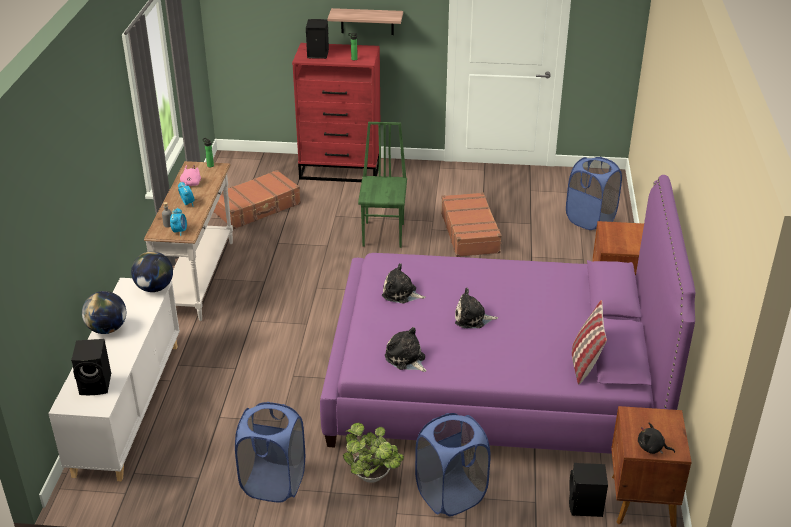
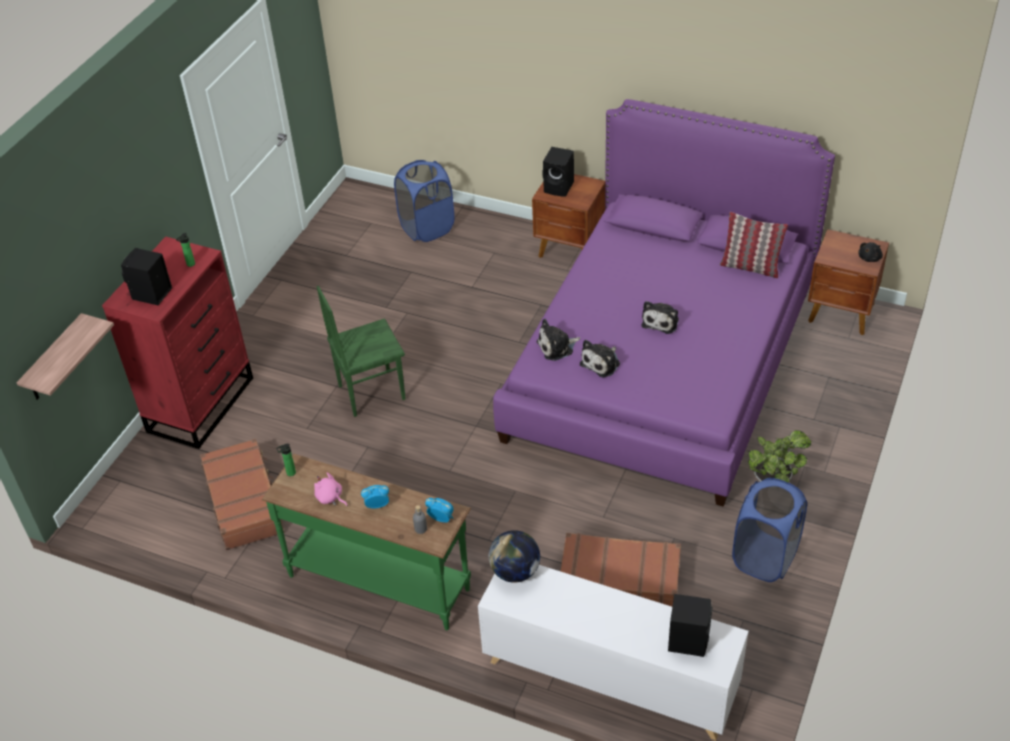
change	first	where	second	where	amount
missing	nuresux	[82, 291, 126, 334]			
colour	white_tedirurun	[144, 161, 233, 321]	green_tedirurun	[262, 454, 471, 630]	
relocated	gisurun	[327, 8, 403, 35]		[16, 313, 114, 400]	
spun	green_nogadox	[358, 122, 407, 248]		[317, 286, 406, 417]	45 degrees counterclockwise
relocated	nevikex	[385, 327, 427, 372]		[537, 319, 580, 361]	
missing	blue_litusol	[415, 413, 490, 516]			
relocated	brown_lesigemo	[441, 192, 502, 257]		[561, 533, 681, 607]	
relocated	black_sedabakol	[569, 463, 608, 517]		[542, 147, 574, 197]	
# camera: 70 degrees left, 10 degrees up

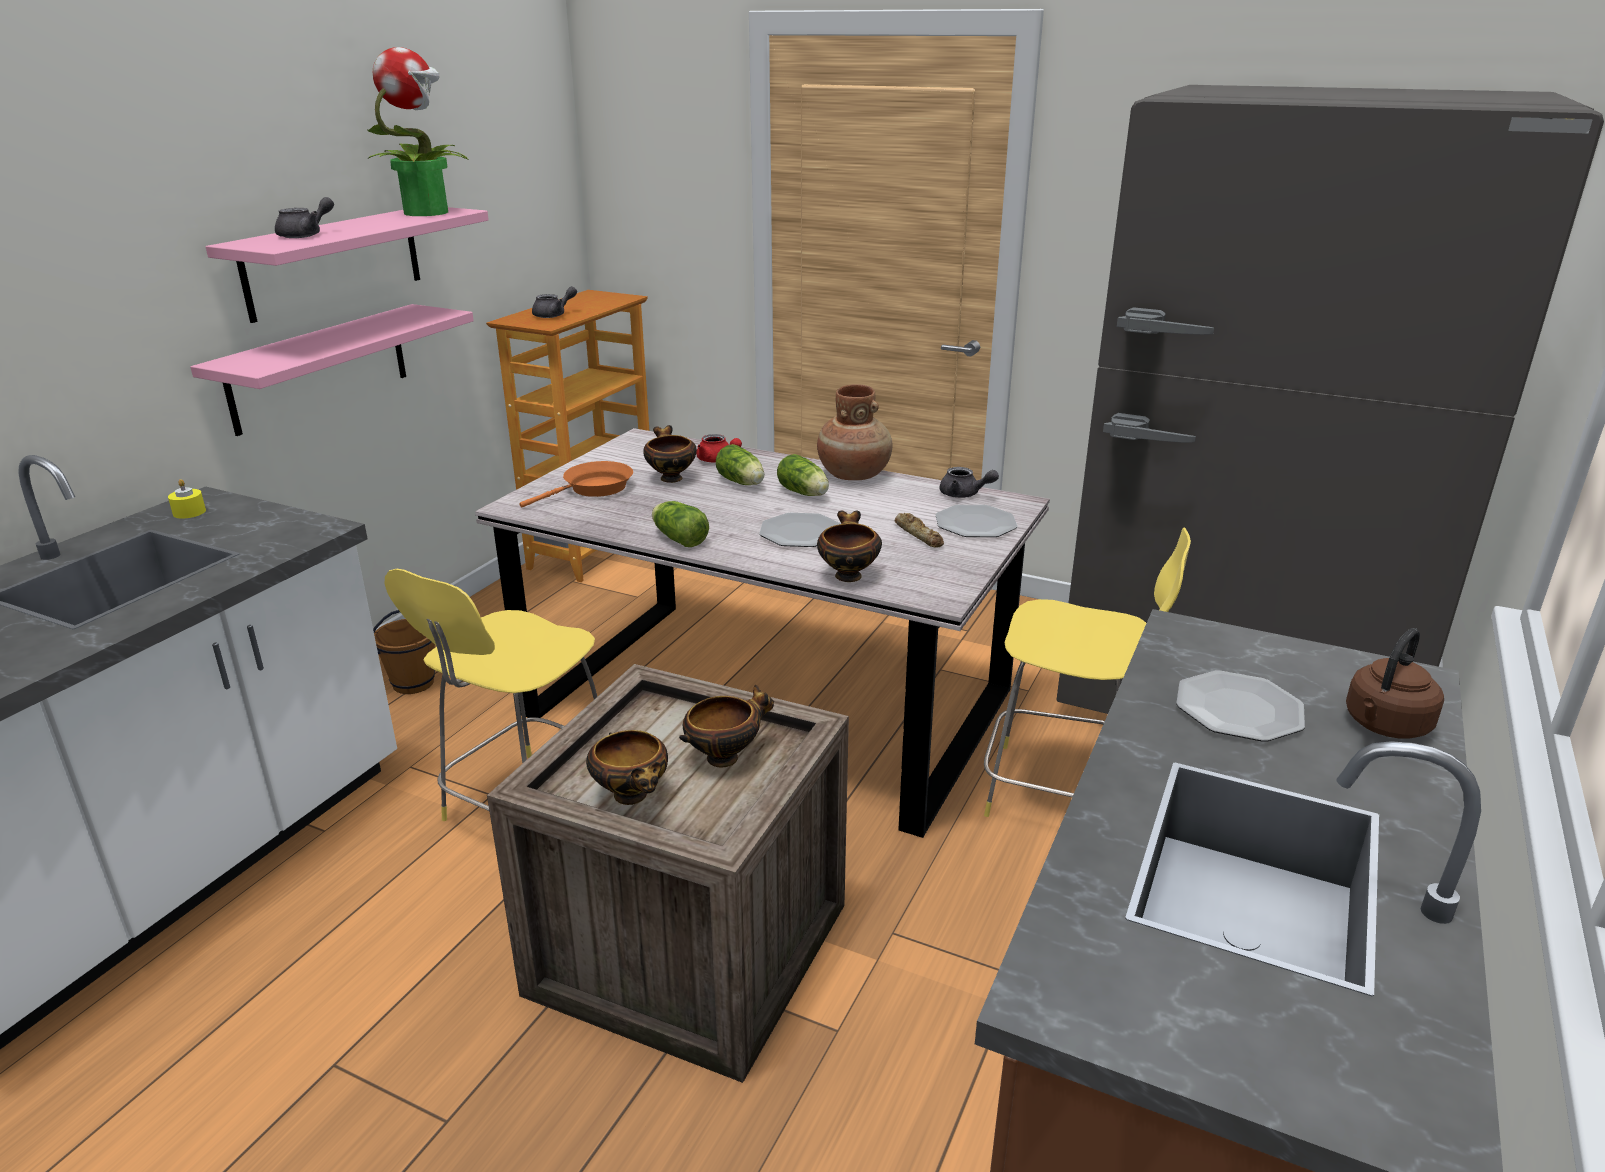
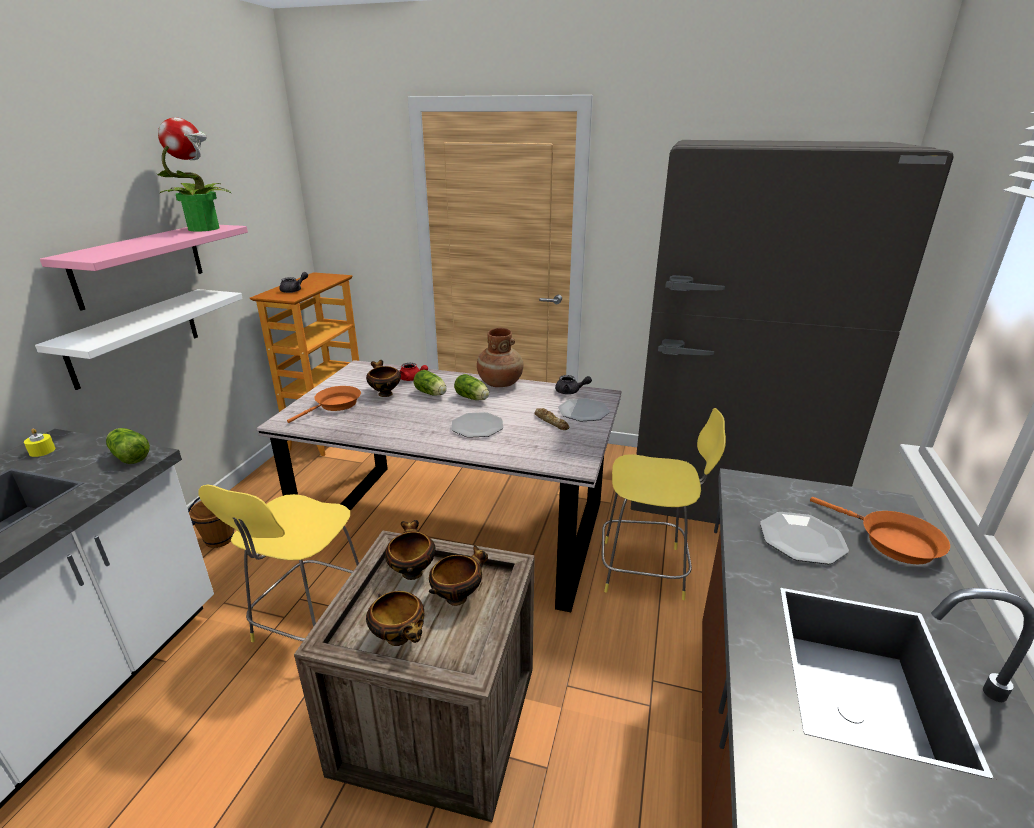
change	first	where	second	where	amount
colour	pink_gisurun	[190, 304, 474, 436]	white_gisurun	[35, 289, 243, 390]	
missing	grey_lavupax	[275, 197, 334, 238]			
relocated	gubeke	[652, 501, 709, 547]		[106, 428, 150, 464]	
relocated	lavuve	[817, 510, 882, 582]		[385, 520, 436, 580]	
exchanged	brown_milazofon	[1346, 628, 1444, 739]	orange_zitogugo	[810, 497, 950, 564]	
# camera: 10 degrees left, 0 degrees up

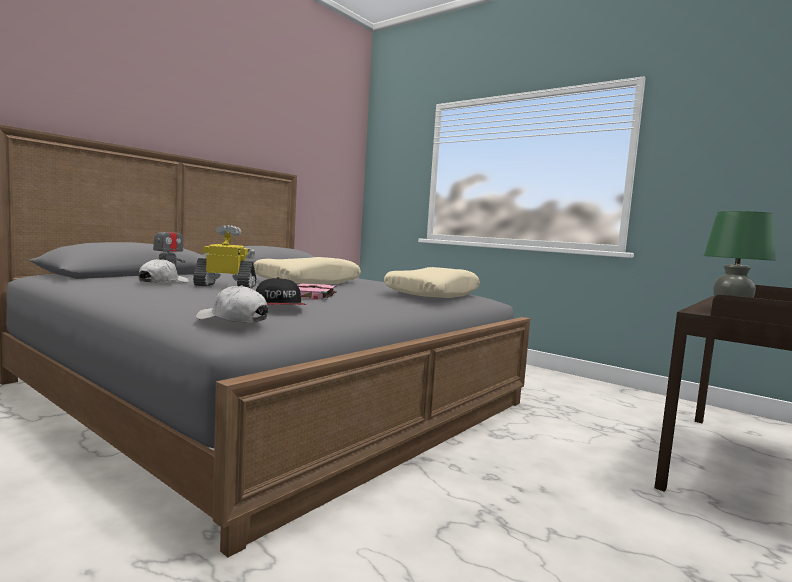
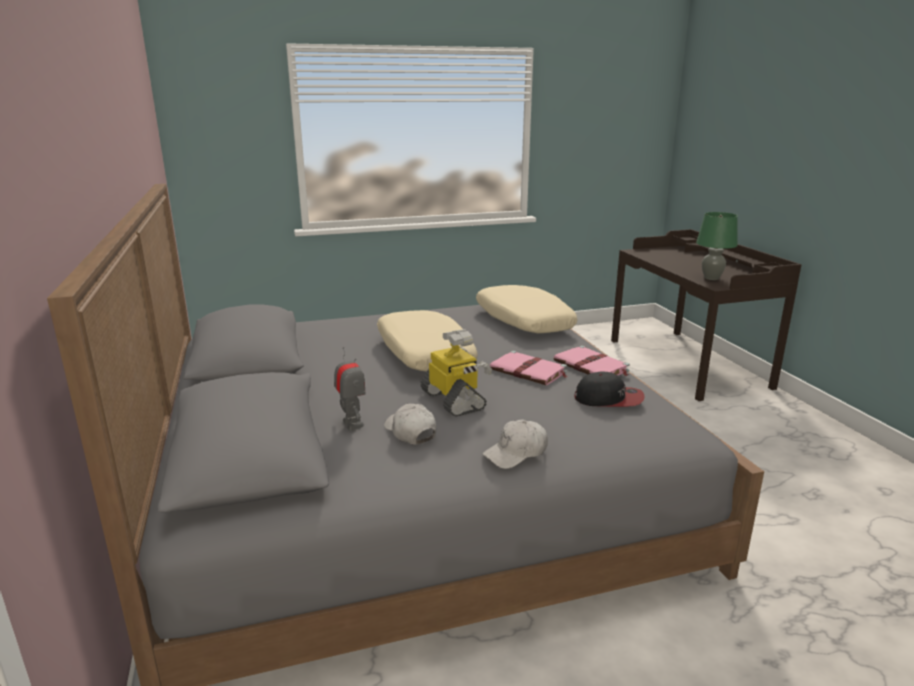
change	first	where	second	where	amount
spun	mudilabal	[193, 225, 256, 288]		[421, 329, 492, 416]	120 degrees clockwise
relocated	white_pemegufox	[196, 285, 268, 323]		[483, 419, 548, 469]	
appeared			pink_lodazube	[554, 345, 630, 376]	
# camera: 55 degrees left, 15 degrees up

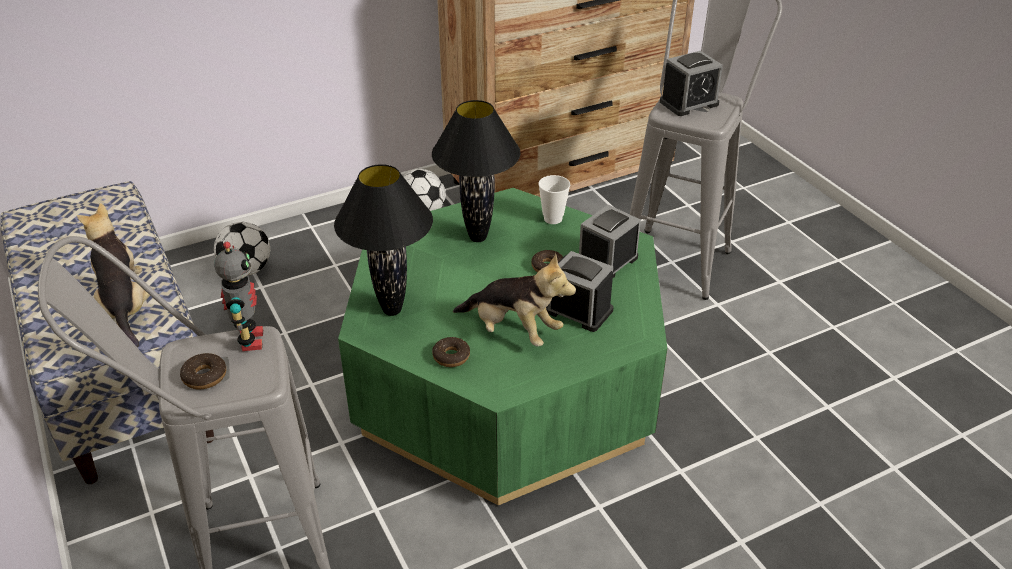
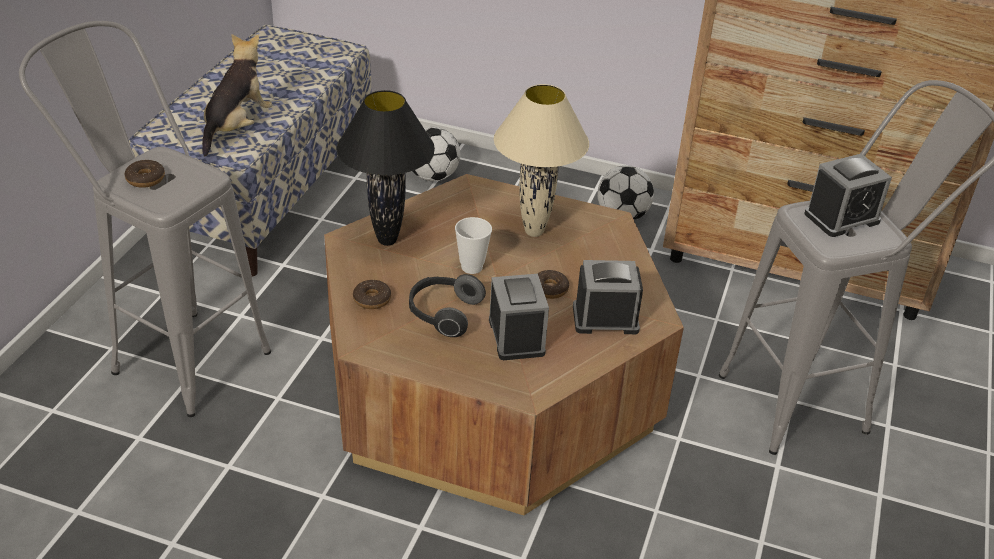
change	first	where	second	where	amount
missing	mudilabal	[214, 242, 263, 351]			
colour	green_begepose	[338, 188, 667, 505]	brown_begepose	[324, 174, 684, 515]	
colour	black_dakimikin	[432, 100, 521, 242]	beige_dakimikin	[494, 84, 589, 237]	
exchanged	nevikex	[453, 253, 576, 347]	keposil	[409, 274, 486, 337]	
relocated	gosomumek	[538, 175, 570, 224]		[455, 217, 492, 274]	
spun	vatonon	[660, 51, 723, 116]		[804, 154, 892, 237]	45 degrees counterclockwise
# camera: 45 degrees right, 0 degrees up

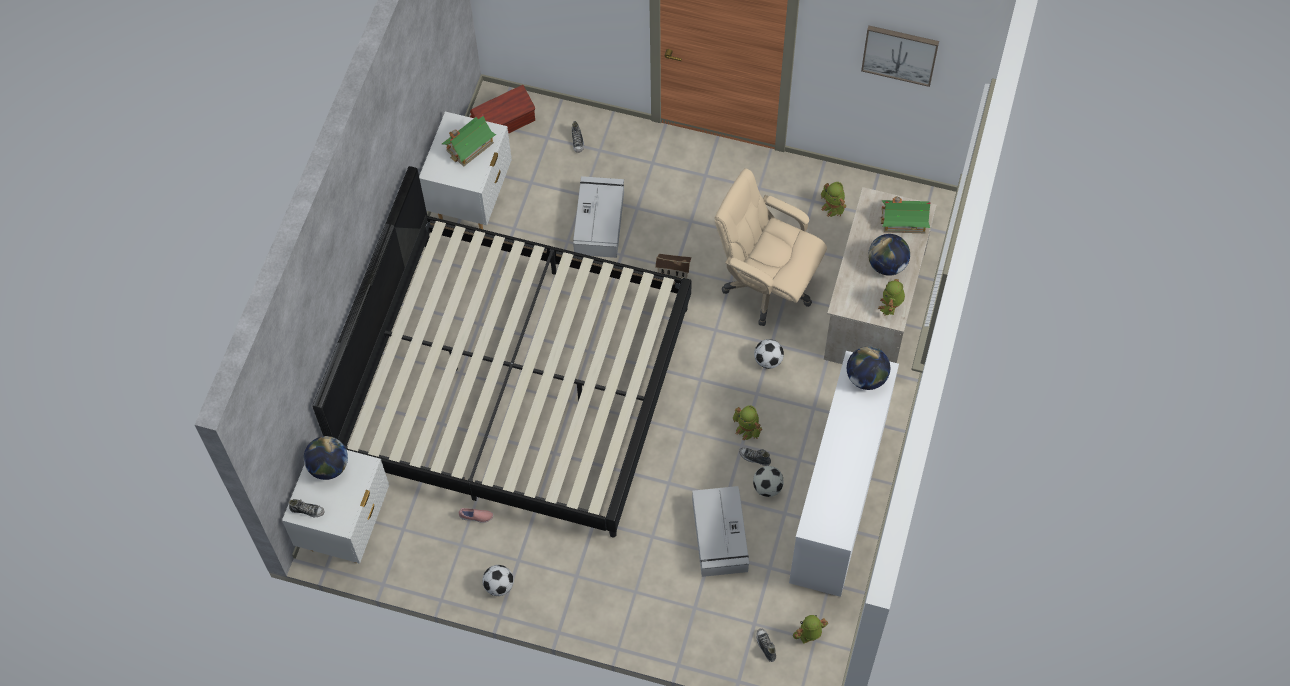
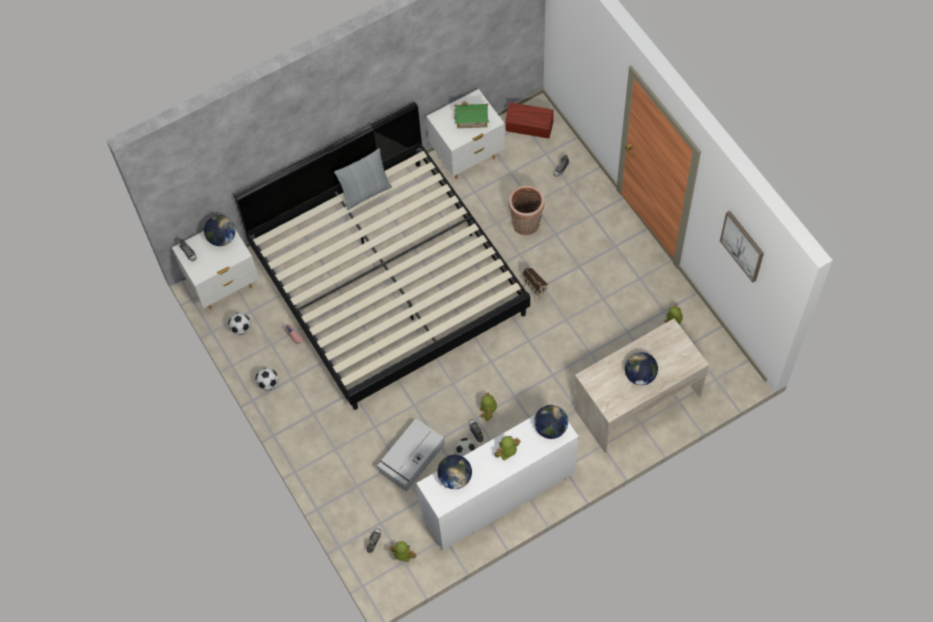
change	first	where	second	where	amount
exchanged	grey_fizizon	[573, 176, 624, 258]	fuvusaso	[509, 185, 545, 235]	
missing	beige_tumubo	[715, 168, 827, 326]			
relocated	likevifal	[754, 339, 784, 369]		[228, 313, 251, 335]	
relocated	mudilabal	[878, 279, 905, 316]		[494, 436, 521, 460]	
missing	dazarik	[881, 196, 931, 233]			
appeared			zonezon	[334, 148, 392, 210]	
appeared			nuresux	[437, 455, 472, 489]	
# camera: 45 degrees right, 0 degrees up

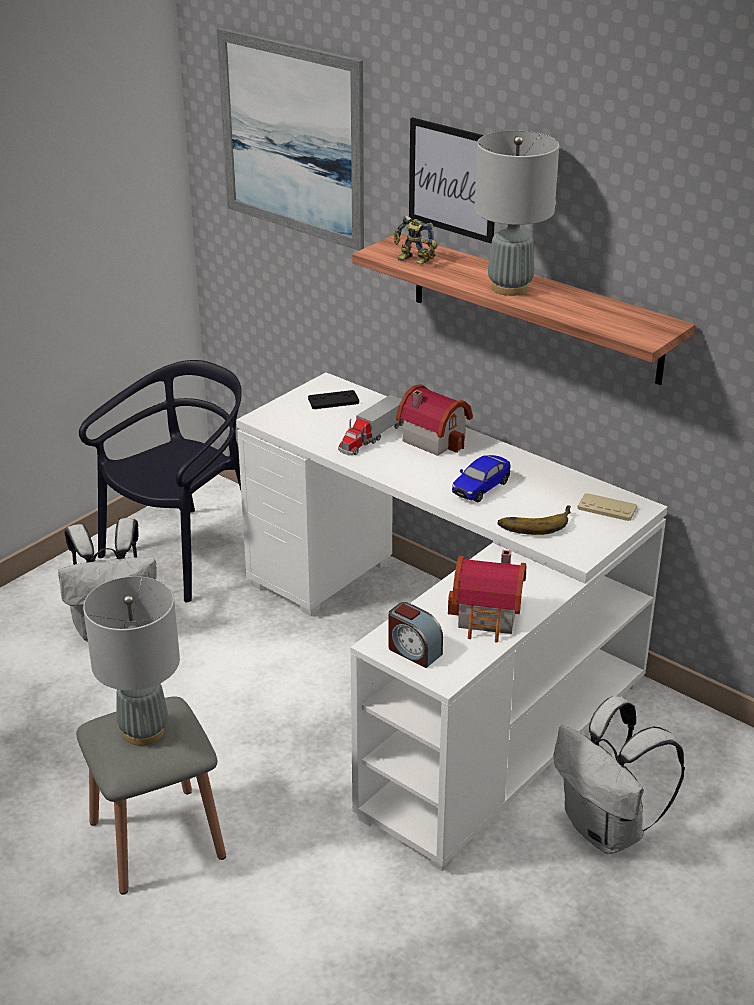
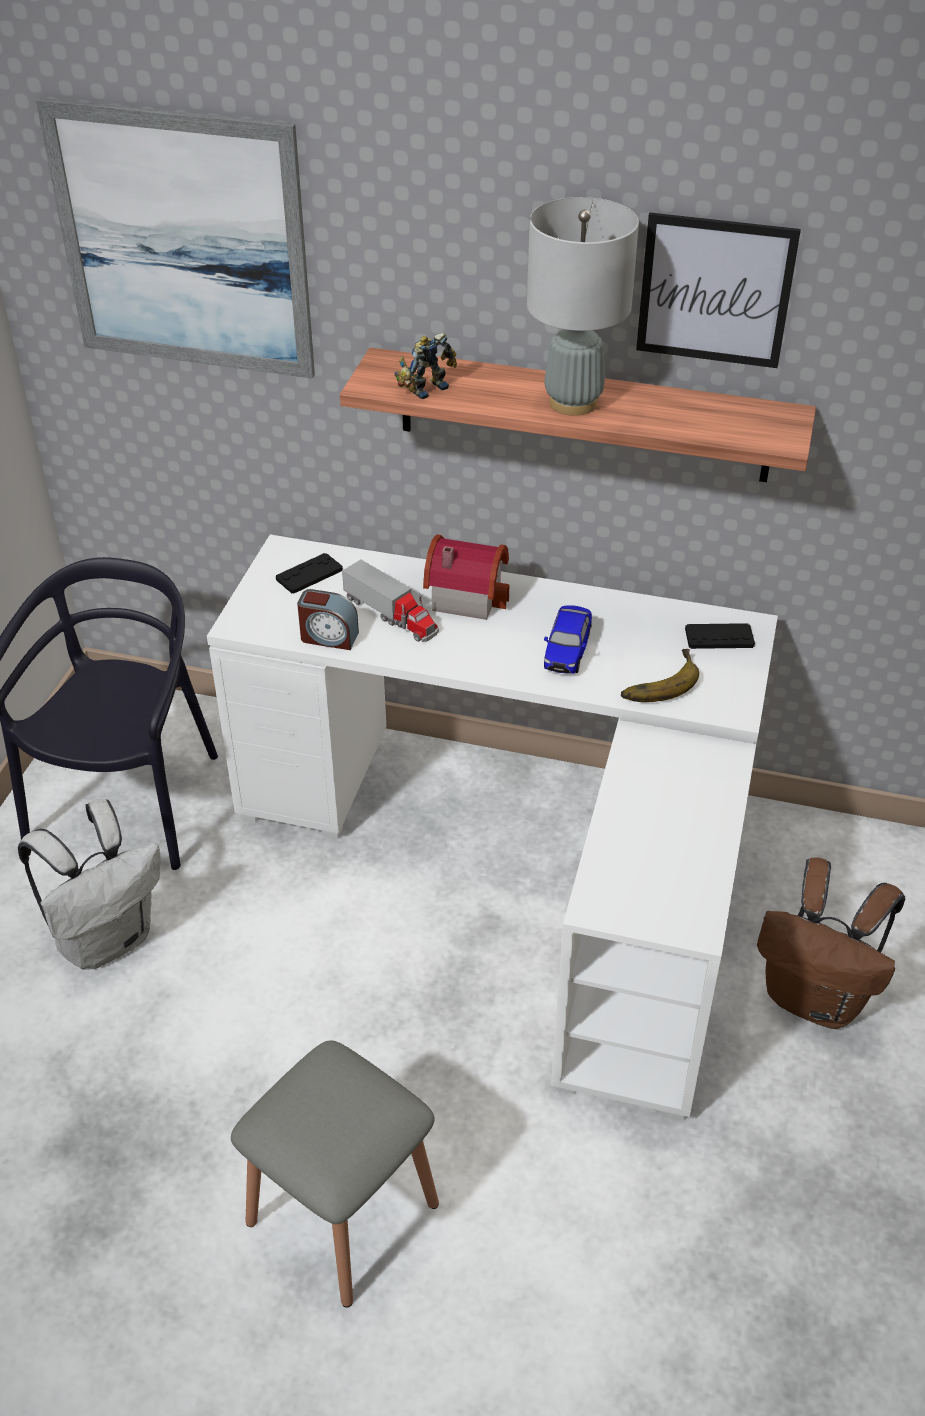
change	first	where	second	where	amount
missing	grey_dakimikin	[83, 576, 180, 746]			
spun	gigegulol	[338, 395, 404, 455]		[342, 560, 439, 642]	60 degrees counterclockwise
relocated	vatonon	[388, 602, 443, 668]		[297, 589, 359, 650]	
spun	mudilabal	[394, 215, 438, 265]		[394, 333, 457, 399]	135 degrees clockwise
relocated	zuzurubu	[409, 117, 495, 244]		[636, 212, 801, 368]	
missing	dazarik	[448, 550, 526, 643]			
colour	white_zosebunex	[554, 696, 685, 854]	brown_zosebunex	[757, 857, 905, 1029]	
colour	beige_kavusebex	[577, 493, 637, 521]	black_kavusebex	[685, 623, 755, 649]	
# camera: 25 degrees left, 10 degrees up

